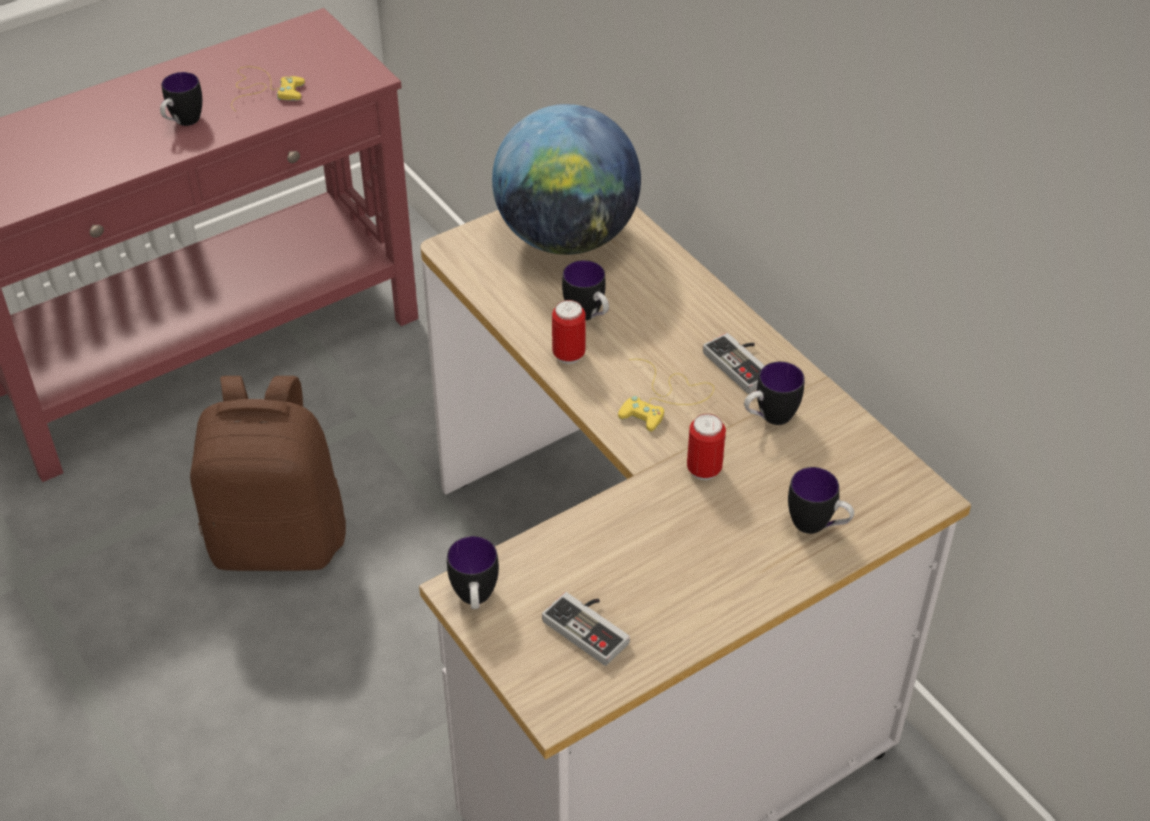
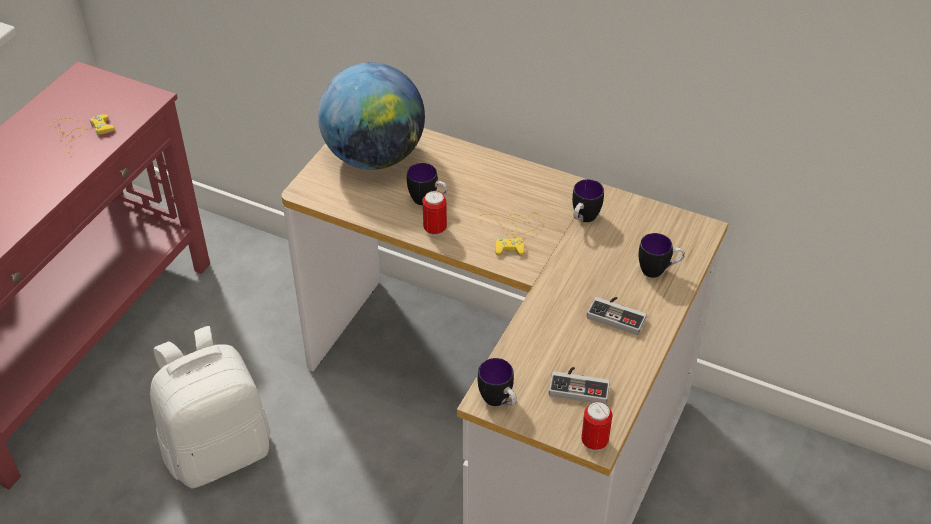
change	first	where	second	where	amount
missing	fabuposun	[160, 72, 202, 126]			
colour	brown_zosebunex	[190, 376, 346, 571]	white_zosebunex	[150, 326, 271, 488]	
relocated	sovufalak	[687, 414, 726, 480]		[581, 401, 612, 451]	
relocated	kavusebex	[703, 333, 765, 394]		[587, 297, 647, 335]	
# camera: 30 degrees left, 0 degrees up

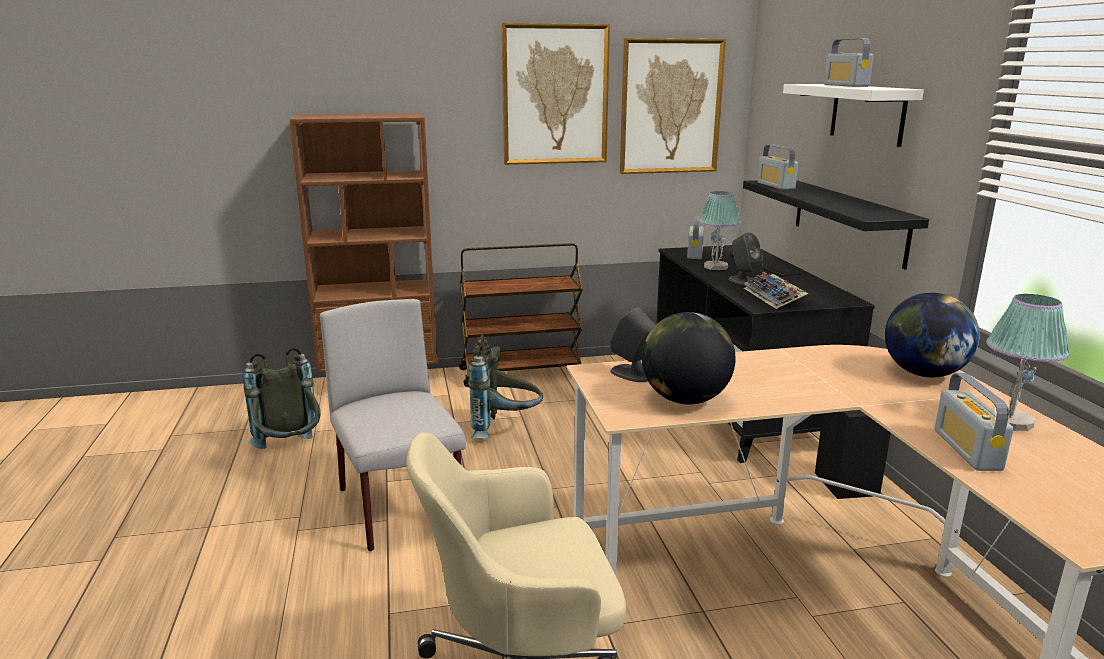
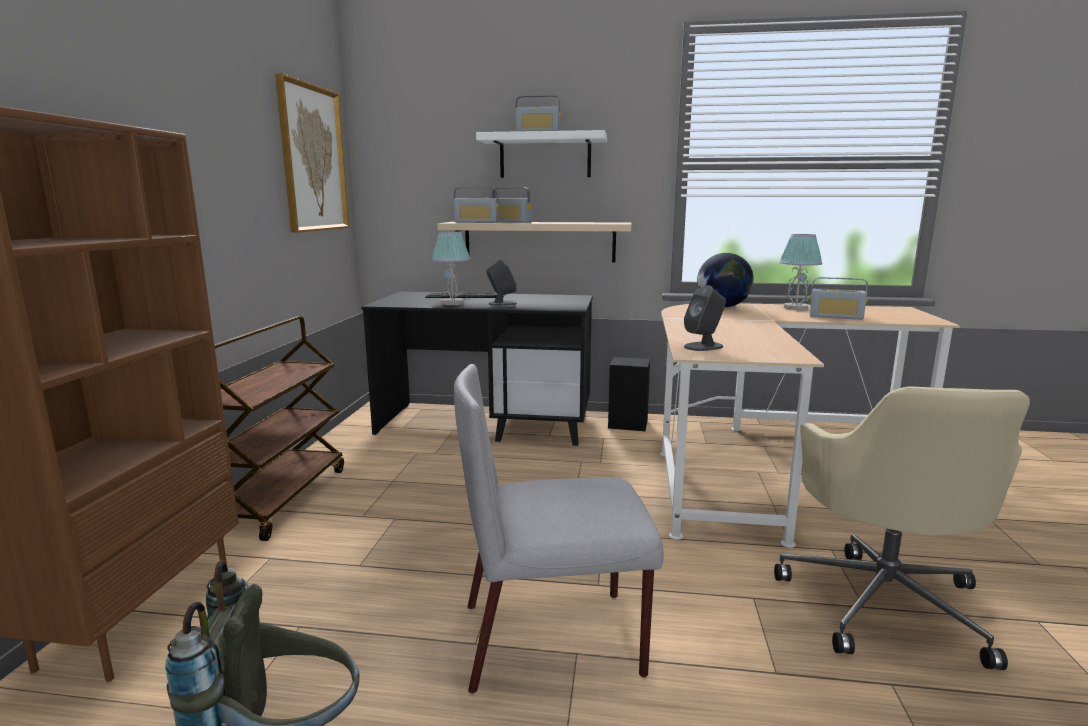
change	first	where	second	where	amount
missing	grey_zosebunex	[468, 334, 543, 438]			
missing	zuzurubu	[501, 23, 610, 165]			
missing	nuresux	[642, 312, 736, 405]			
relocated	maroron	[687, 216, 704, 259]		[492, 188, 532, 223]	
colour	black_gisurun	[743, 180, 929, 270]	beige_gisurun	[437, 222, 631, 263]	
missing	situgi	[744, 272, 808, 309]			
# camera: 70 degrees left, 5 degrees down

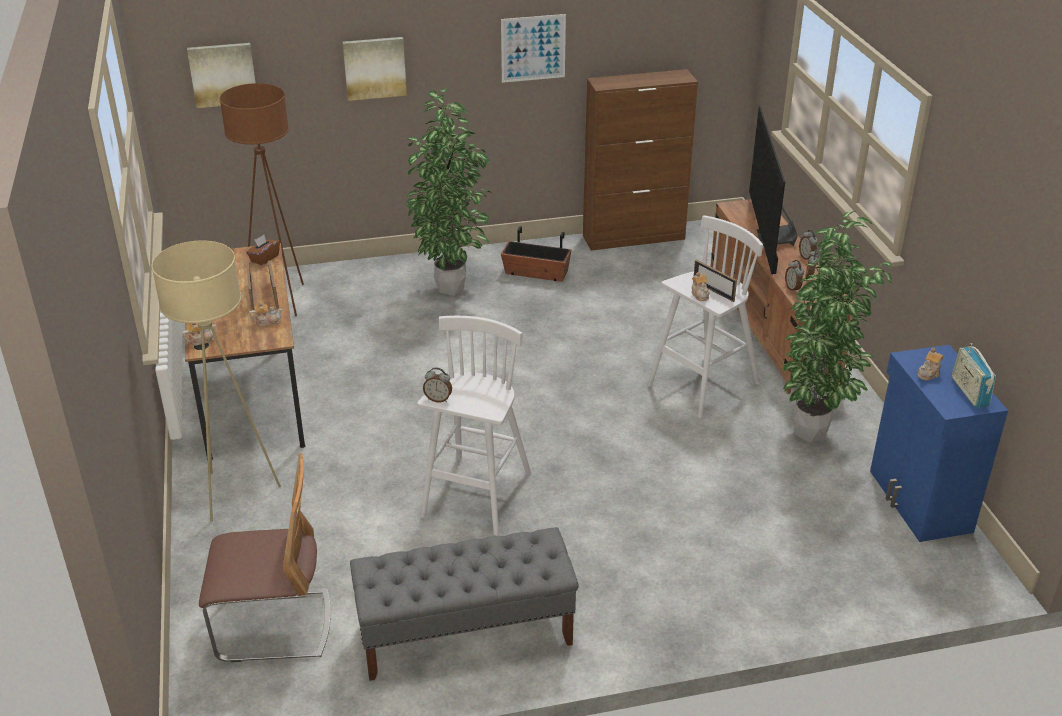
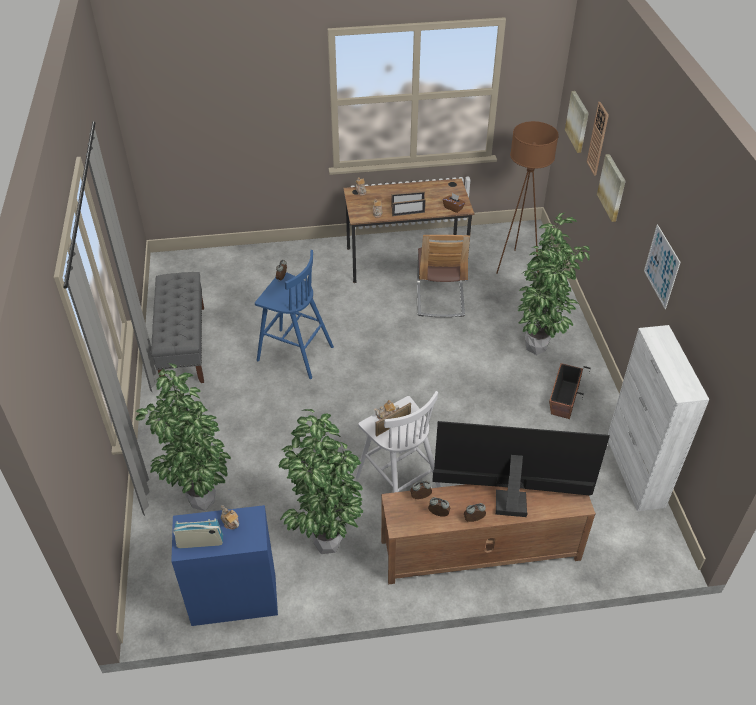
change	first	where	second	where	amount
missing	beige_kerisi	[151, 241, 281, 522]			
relocated	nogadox	[199, 453, 331, 662]		[417, 235, 470, 317]	
colour	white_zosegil	[417, 316, 531, 535]	blue_zosegil	[255, 250, 334, 379]	
colour	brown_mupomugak	[583, 69, 698, 250]	white_mupomugak	[608, 325, 710, 511]	
appeared			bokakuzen	[135, 363, 231, 511]	
appeared			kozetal	[587, 102, 609, 176]	
# camera: 95 degrees right, 10 degrees up

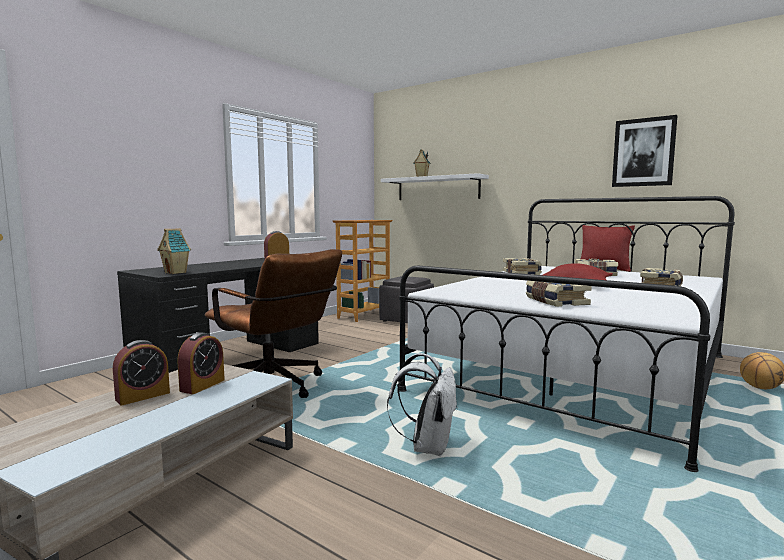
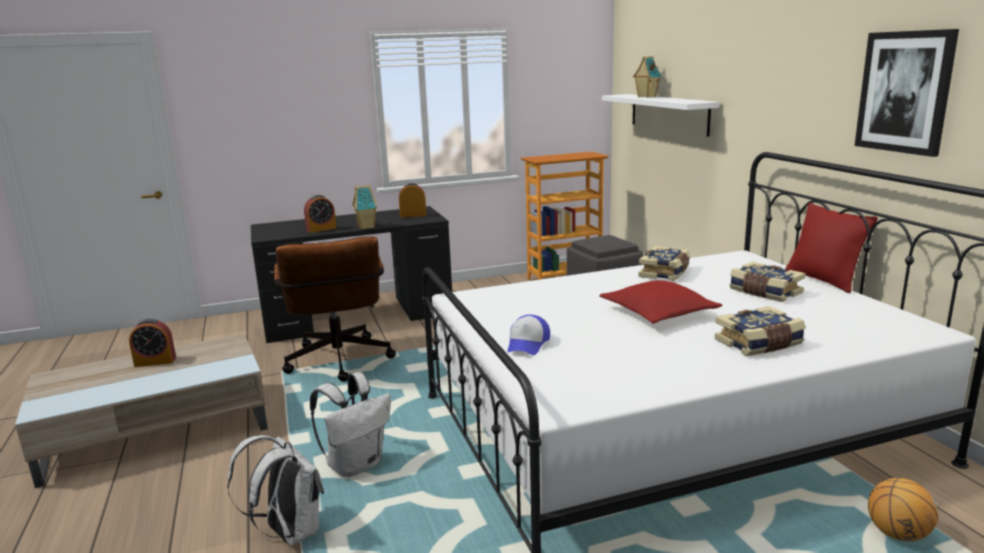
change	first	where	second	where	amount
relocated	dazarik	[157, 228, 191, 274]		[353, 185, 377, 229]	
relocated	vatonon	[177, 332, 225, 394]		[304, 195, 337, 233]	
exchanged	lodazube	[526, 281, 592, 307]	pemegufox	[507, 315, 550, 355]	
appeared			white_zosebunex	[227, 435, 324, 546]	
# camera: 35 degrees right, 10 degrees up

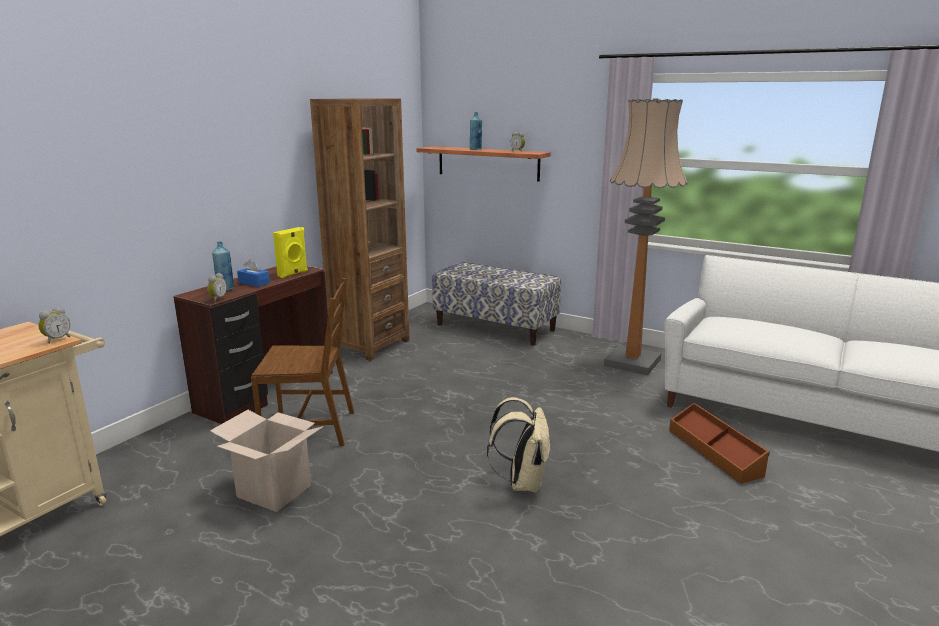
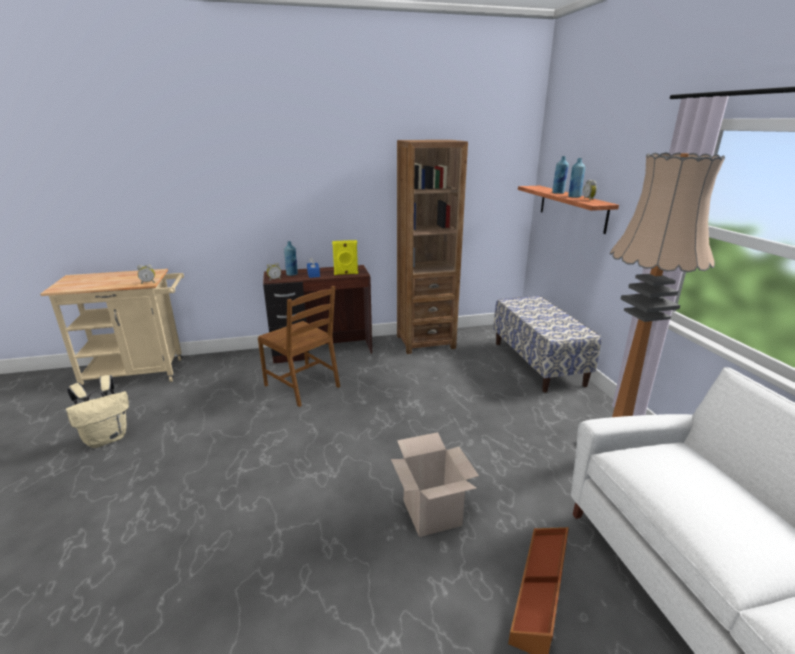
change	first	where	second	where	amount
relocated	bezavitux	[210, 410, 323, 512]		[391, 432, 479, 537]	
relocated	beige_zosebunex	[487, 397, 551, 493]		[66, 375, 129, 448]	
appeared			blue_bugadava	[568, 158, 585, 198]	
# camera: 45 degrees right, 5 degrees up

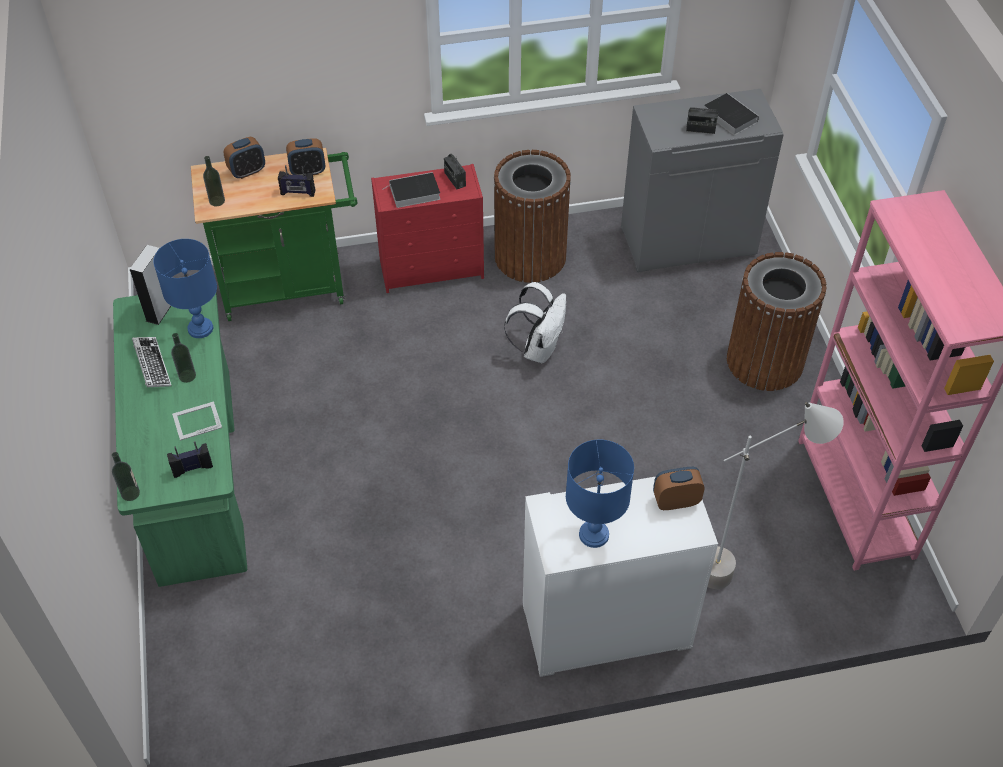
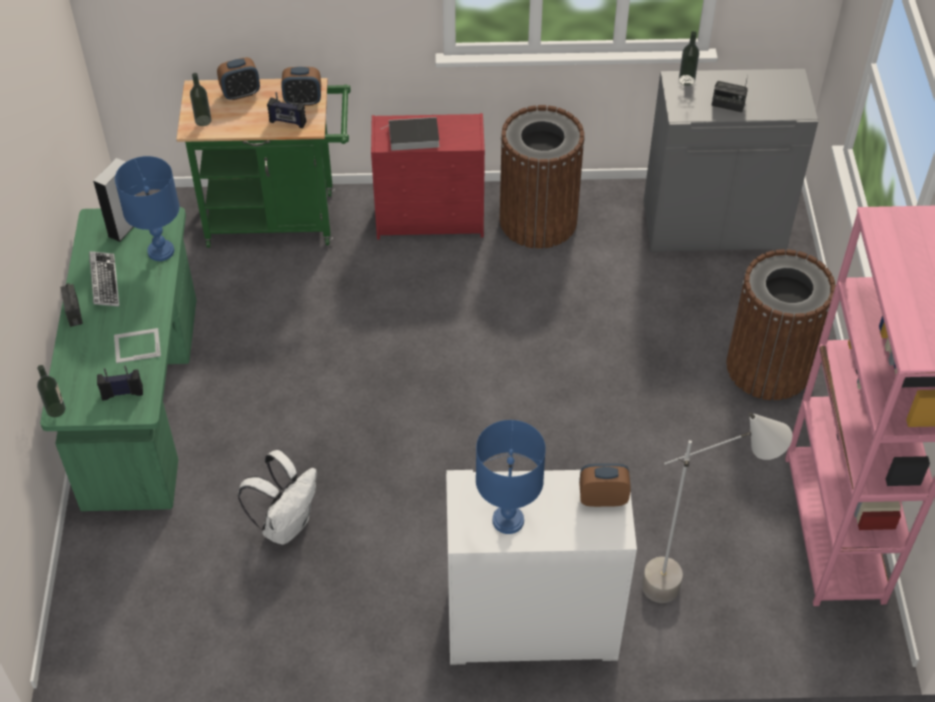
change	first	where	second	where	amount
relocated	bugadava	[171, 333, 196, 383]		[679, 31, 699, 86]	
relocated	maroron	[444, 154, 466, 189]		[60, 283, 83, 327]	
relocated	white_zosebunex	[504, 282, 566, 364]		[238, 450, 317, 545]	
missing	lodazube	[704, 93, 759, 135]			
# camera: 10 degrees right, 0 degrees up

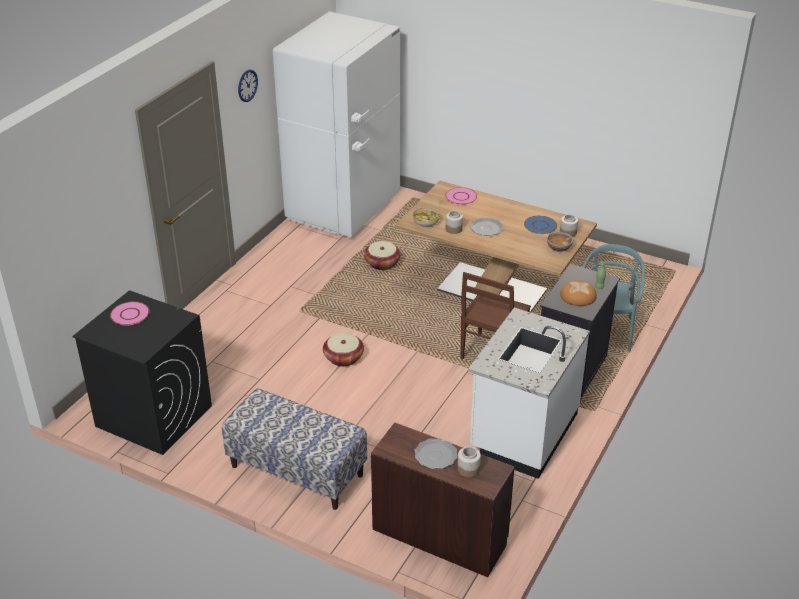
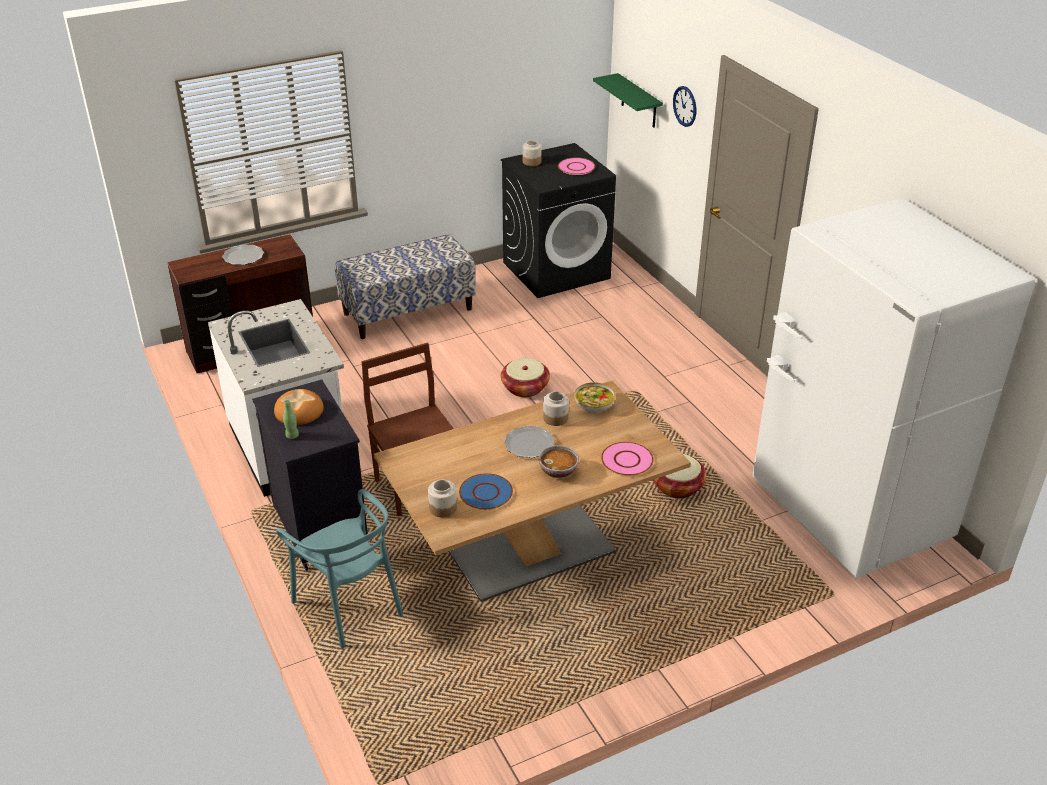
change	first	where	second	where	amount
relocated	kozetal	[238, 69, 258, 102]		[673, 86, 696, 127]	
relocated	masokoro	[457, 447, 481, 478]		[523, 140, 542, 166]	
relocated	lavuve	[547, 232, 573, 252]		[539, 445, 579, 478]	
appeared			green_gisurun	[593, 73, 663, 128]	
# camera: 125 degrees right, 0 degrees up

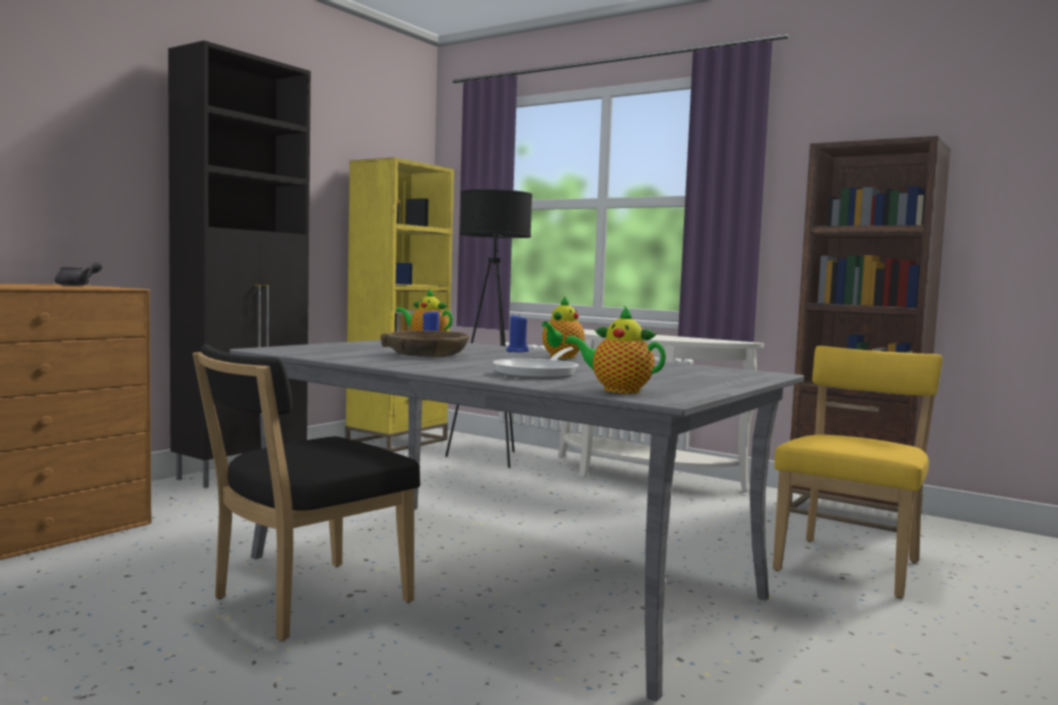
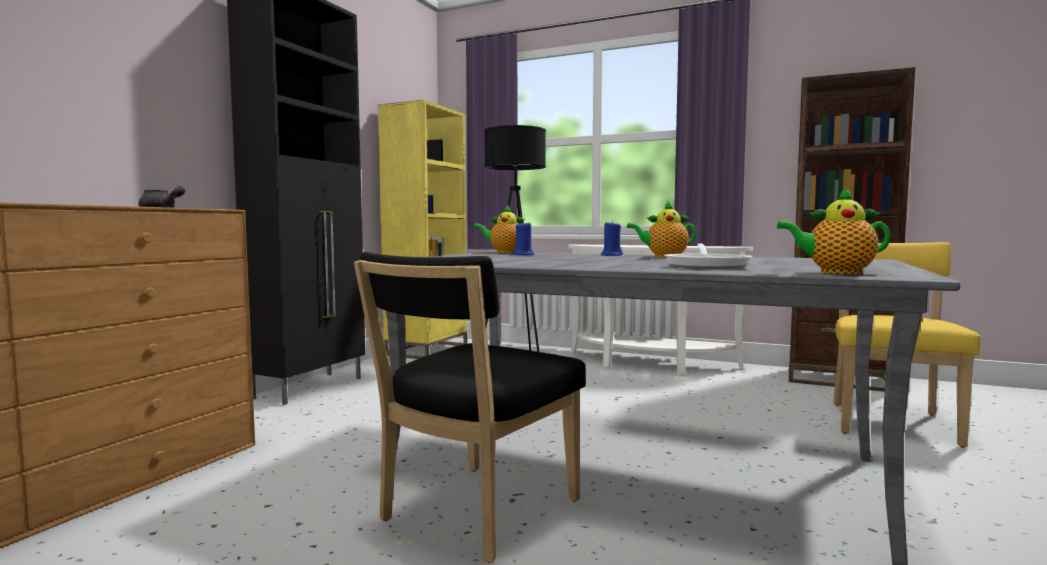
change	first	where	second	where	amount
missing	brown_lavuve	[381, 331, 469, 357]			
spun	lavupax	[542, 296, 585, 358]		[626, 201, 696, 258]	75 degrees clockwise
# camera: 10 degrees left, 0 degrees up

